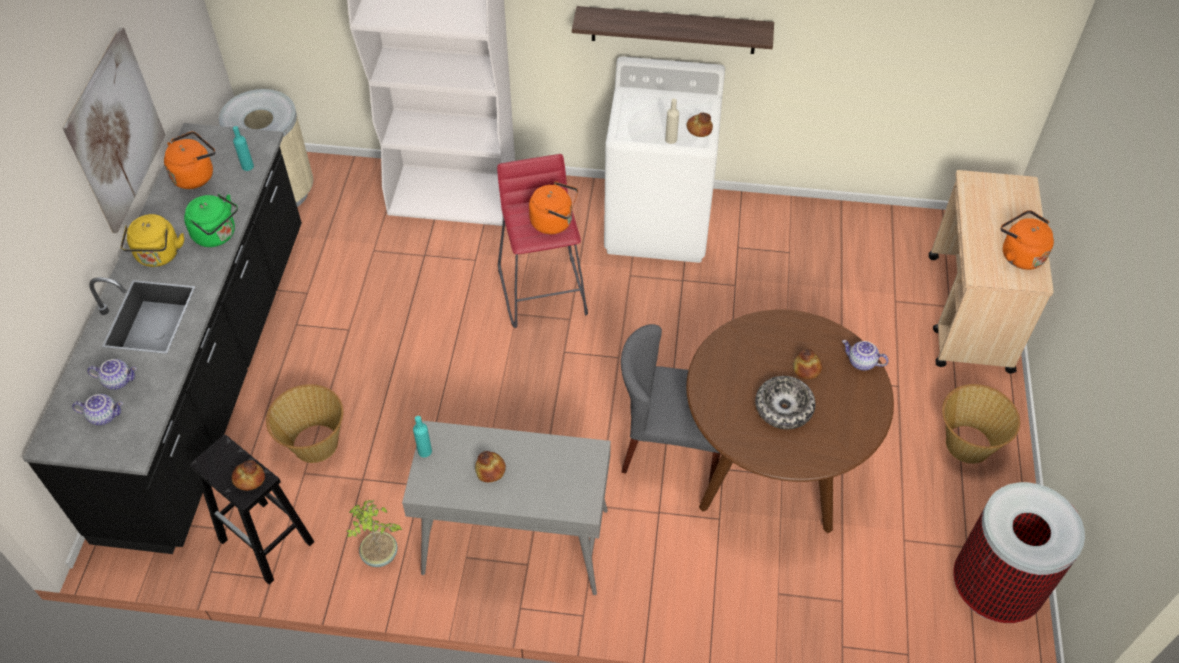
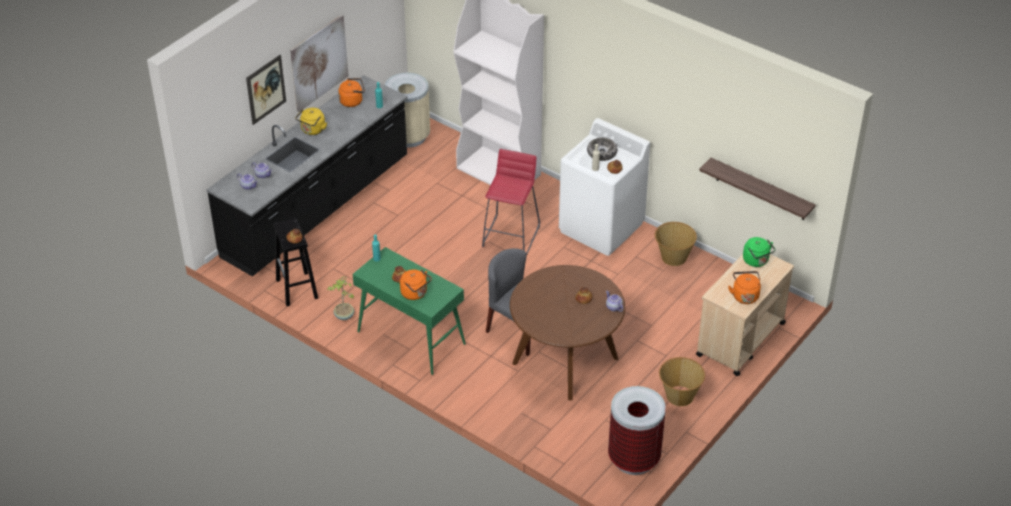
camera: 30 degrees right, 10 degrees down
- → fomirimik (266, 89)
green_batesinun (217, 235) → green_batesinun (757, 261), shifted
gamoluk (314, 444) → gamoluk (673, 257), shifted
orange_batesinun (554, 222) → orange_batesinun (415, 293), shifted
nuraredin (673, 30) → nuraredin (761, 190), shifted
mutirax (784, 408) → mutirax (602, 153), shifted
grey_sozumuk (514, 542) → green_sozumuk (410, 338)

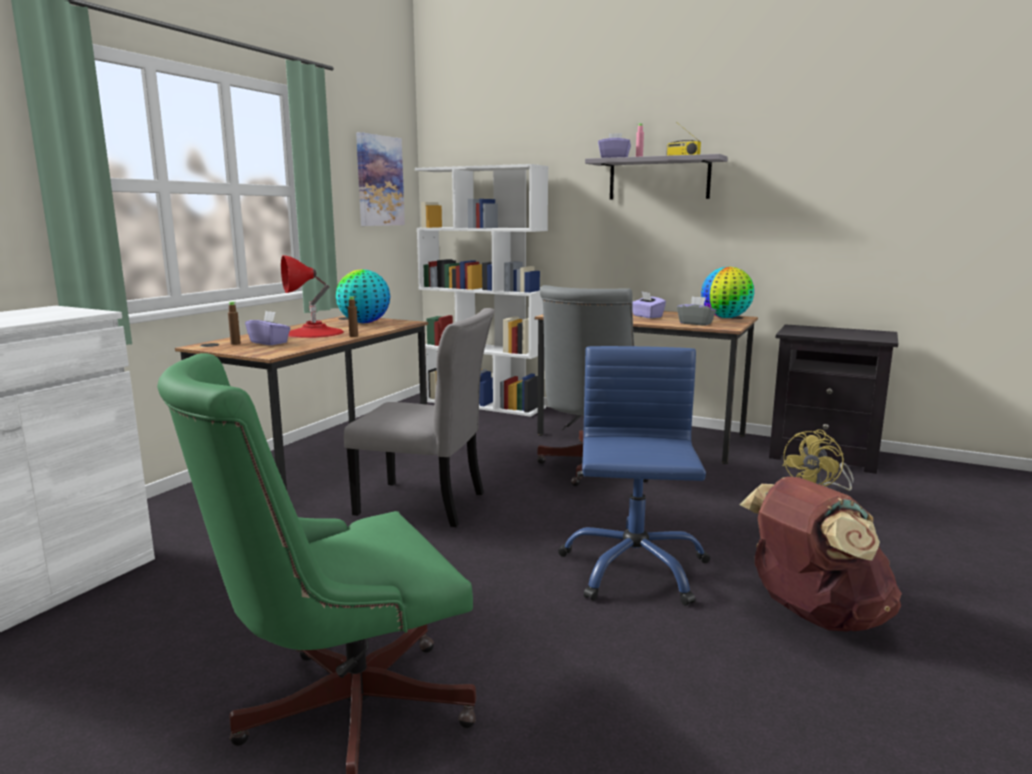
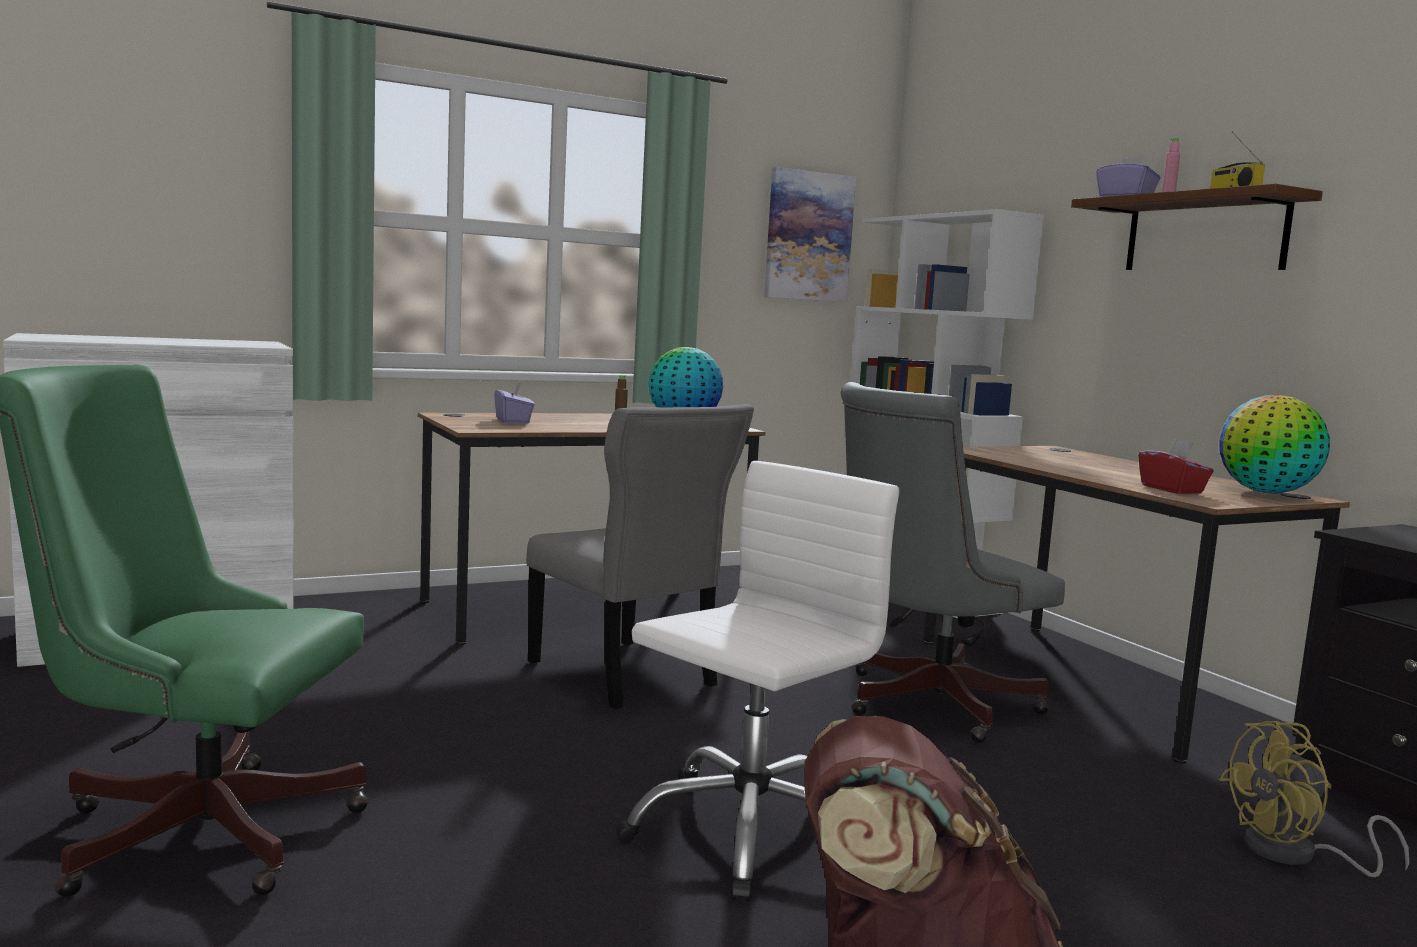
camera: 35 degrees right, 5 degrees down
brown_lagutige (235, 343) → -
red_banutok (314, 333) → -
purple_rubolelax (647, 316) → -
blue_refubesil (633, 568) → white_refubesil (747, 832)
grey_nuraredin (659, 179) → brown_nuraredin (1205, 234)
grey_rubolelax (695, 323) → red_rubolelax (1172, 489)

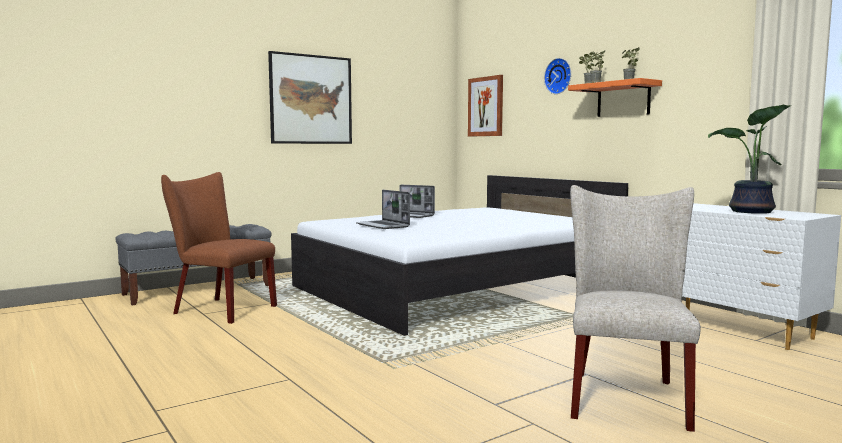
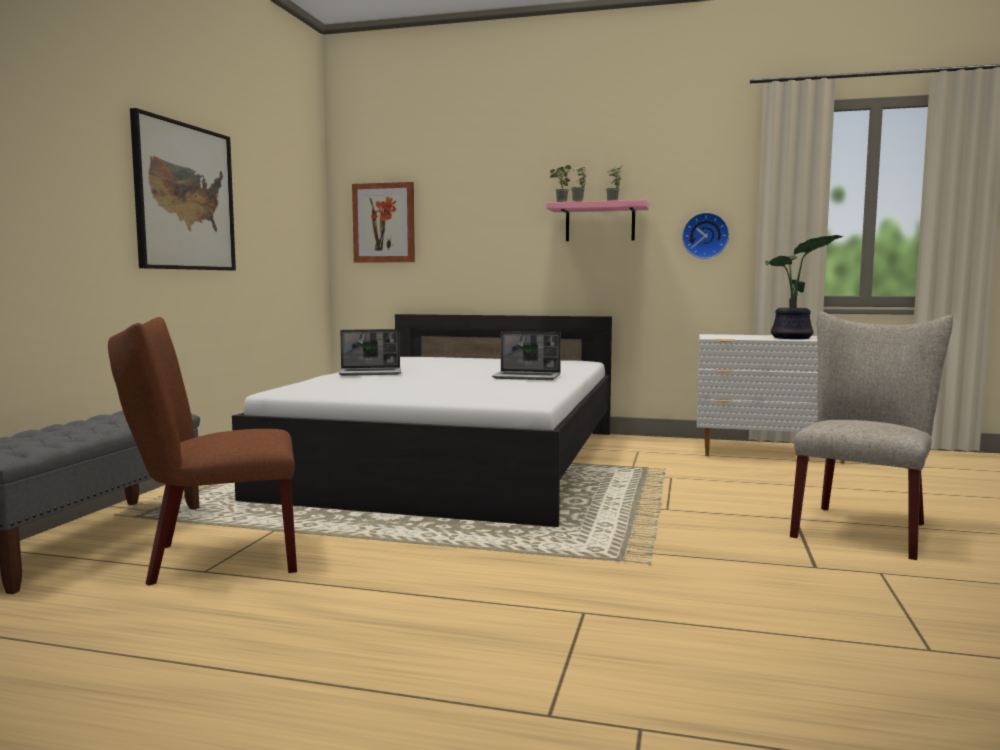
camera: 40 degrees left, 0 degrees up
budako (383, 226) → budako (527, 377), shifted
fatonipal (559, 76) → fatonipal (705, 235), shifted
orange_nuraredin (623, 99) → pink_nuraredin (600, 222)
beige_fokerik (625, 395) → beige_fokerik (862, 528), 60 degrees clockwise

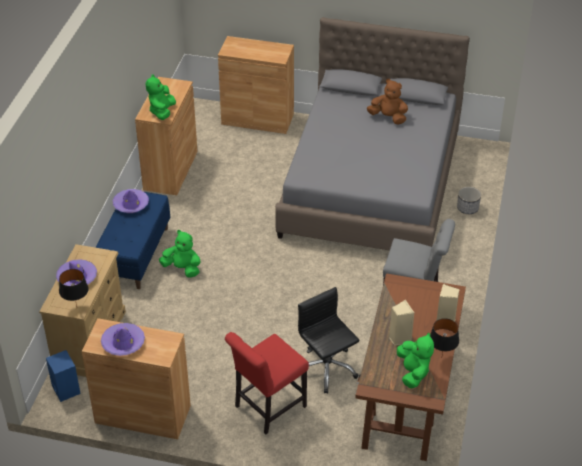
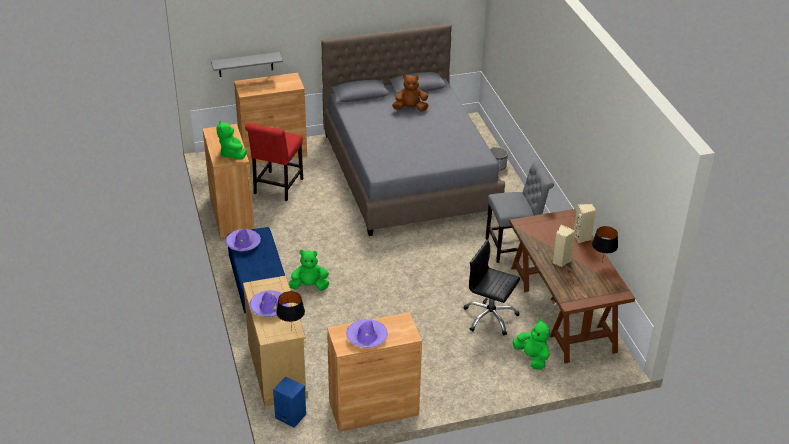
camera: 30 degrees left, 5 degrees down
- → grey_nuraredin (245, 64)
red_fokerik (267, 408) → red_fokerik (277, 188), shifted
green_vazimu (413, 372) → green_vazimu (532, 357), shifted

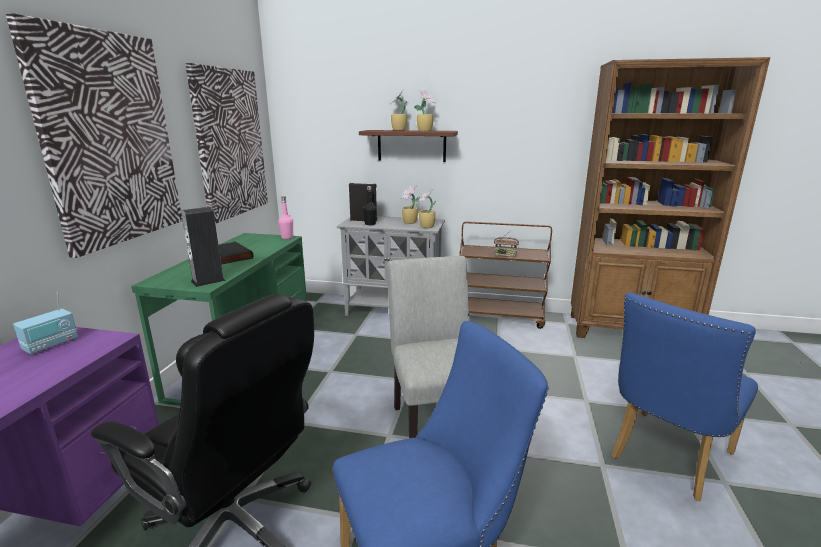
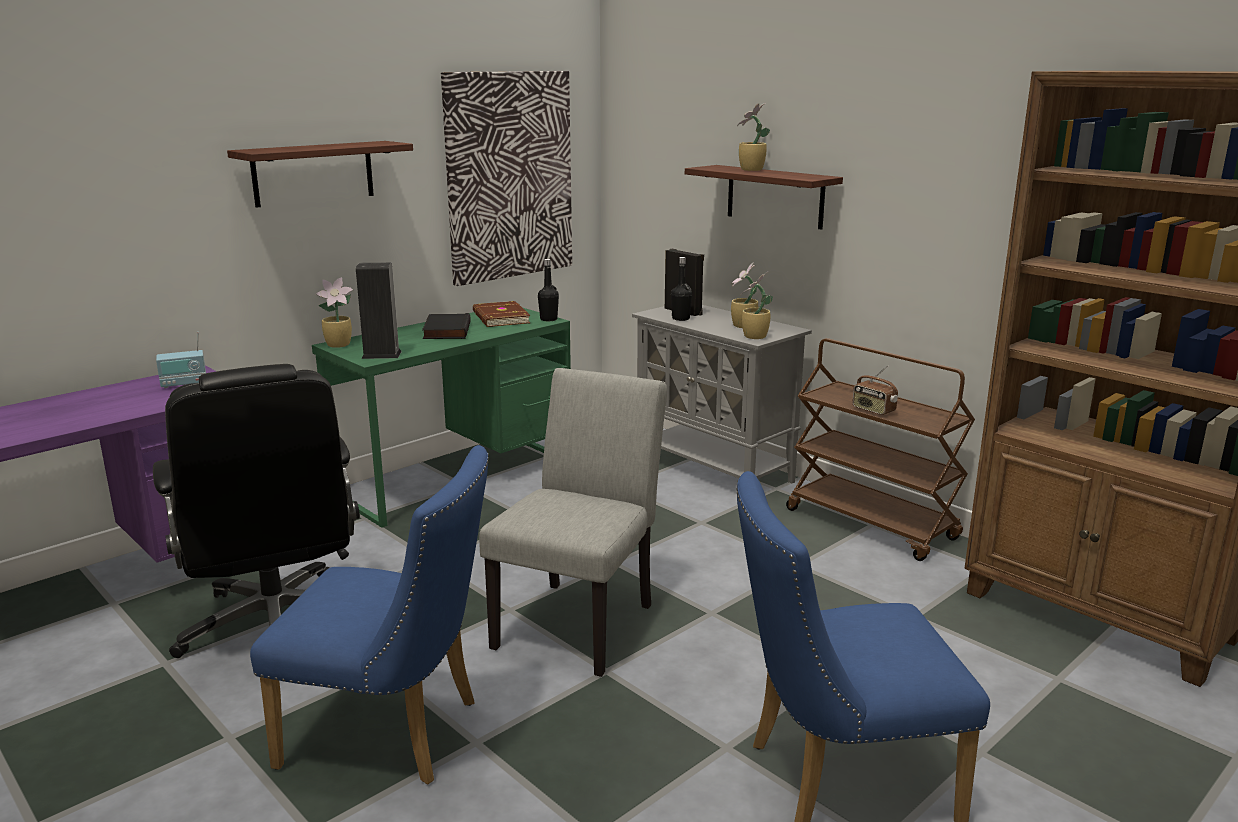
camera: 35 degrees right, 0 degrees up
- → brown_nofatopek (500, 318)
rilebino (425, 131) → rilebino (340, 345), shifted
fomirimik (110, 140) → nuraredin (313, 173)
pink_lagutige (287, 237) → black_lagutige (548, 319)

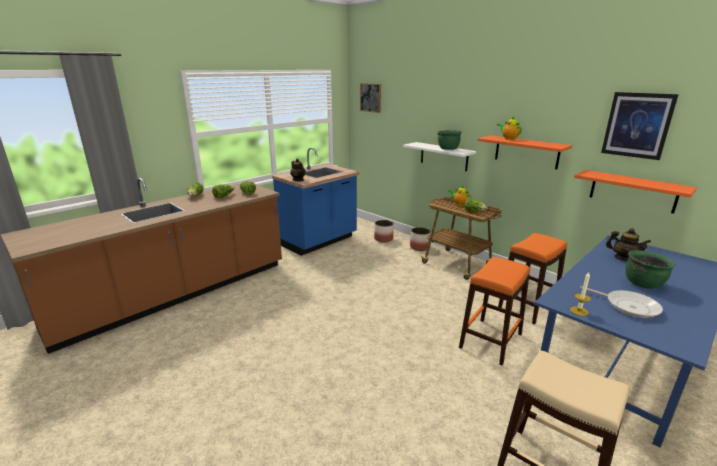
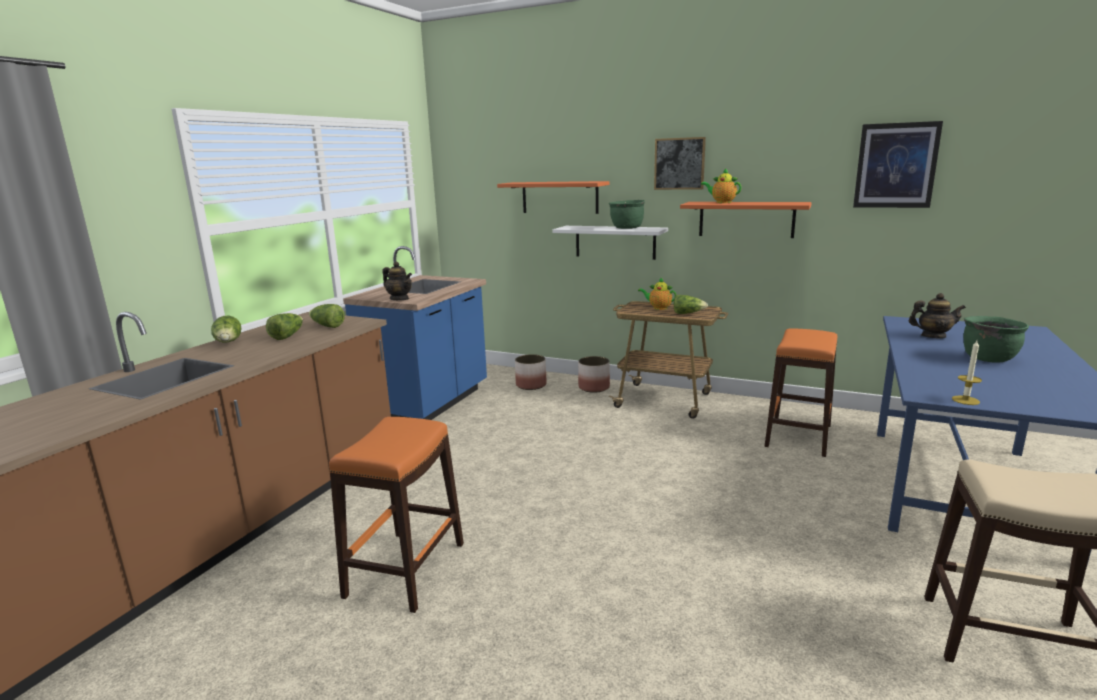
camera: 20 degrees left, 5 degrees down
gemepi (628, 306) → -
fomirimik (370, 97) → fomirimik (679, 163), shifted
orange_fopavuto (490, 340) → orange_fopavuto (405, 569), shifted
orange_nuraredin (632, 191) → orange_nuraredin (559, 197), shifted

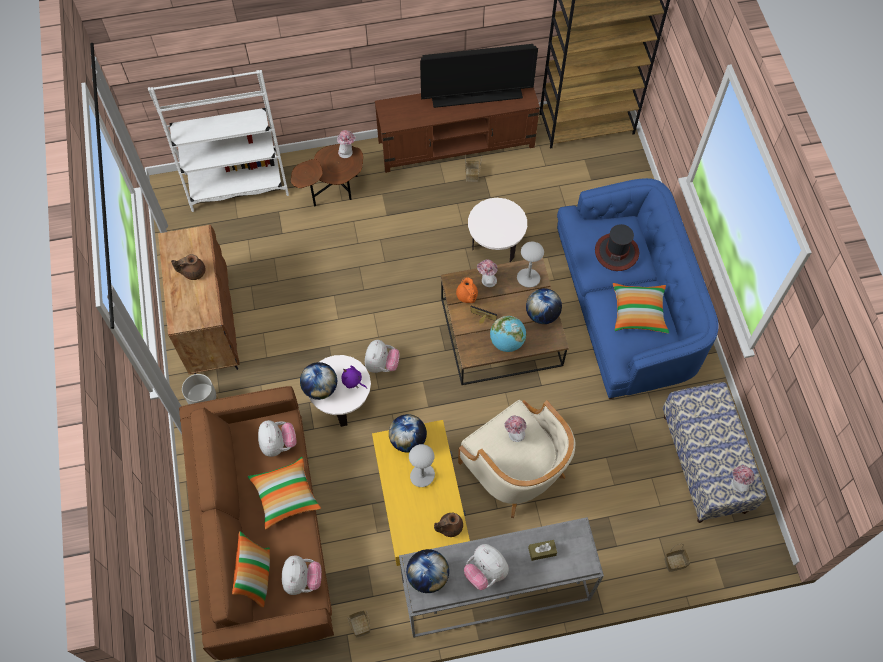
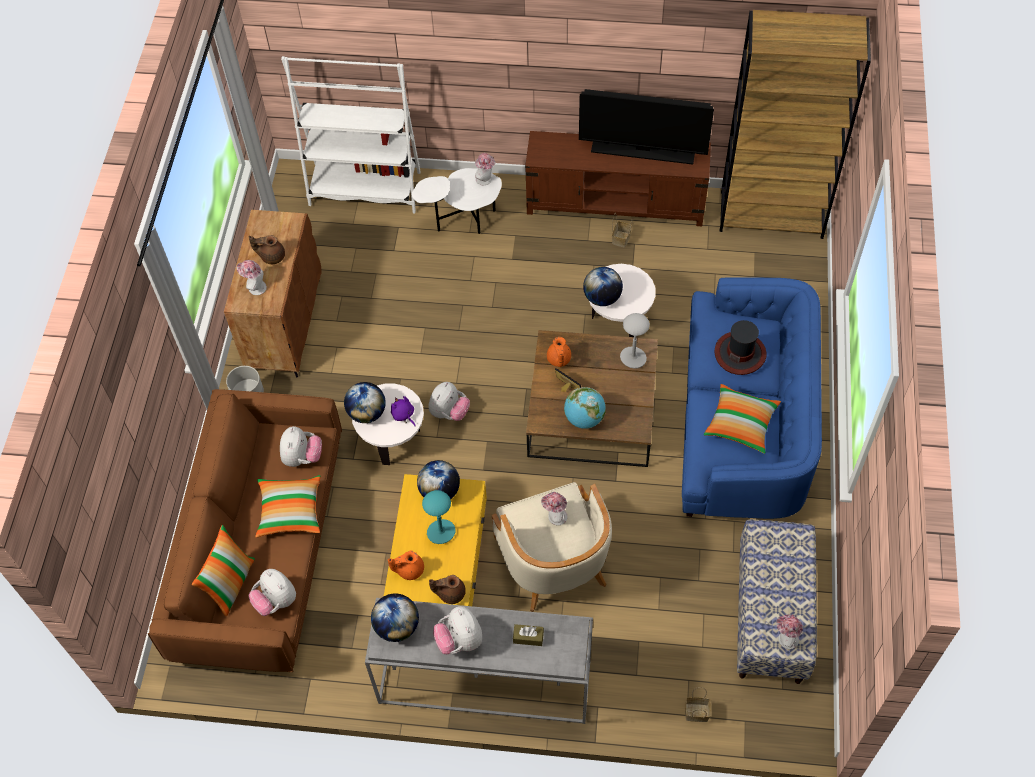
camera: 20 degrees right, 5 degrees down
gamoluk (361, 626) → -
- → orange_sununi (409, 569)
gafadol (487, 280) → gafadol (255, 287), shifted
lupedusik (542, 314) → lupedusik (602, 298), shifted
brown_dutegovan (333, 192) → white_dutegovan (463, 222)
grey_banutok (422, 476) → turquoise_banutok (441, 532)
vazimu (302, 580) → vazimu (276, 601), 120 degrees clockwise

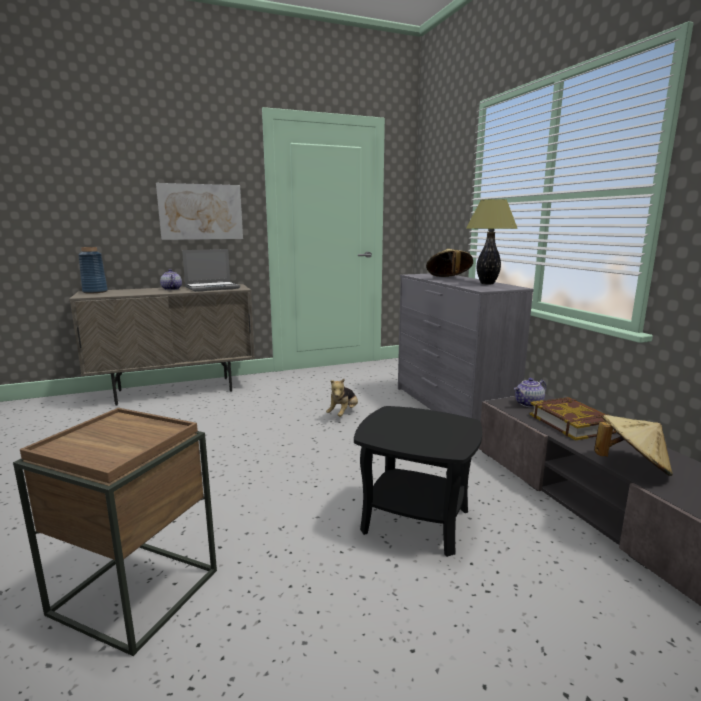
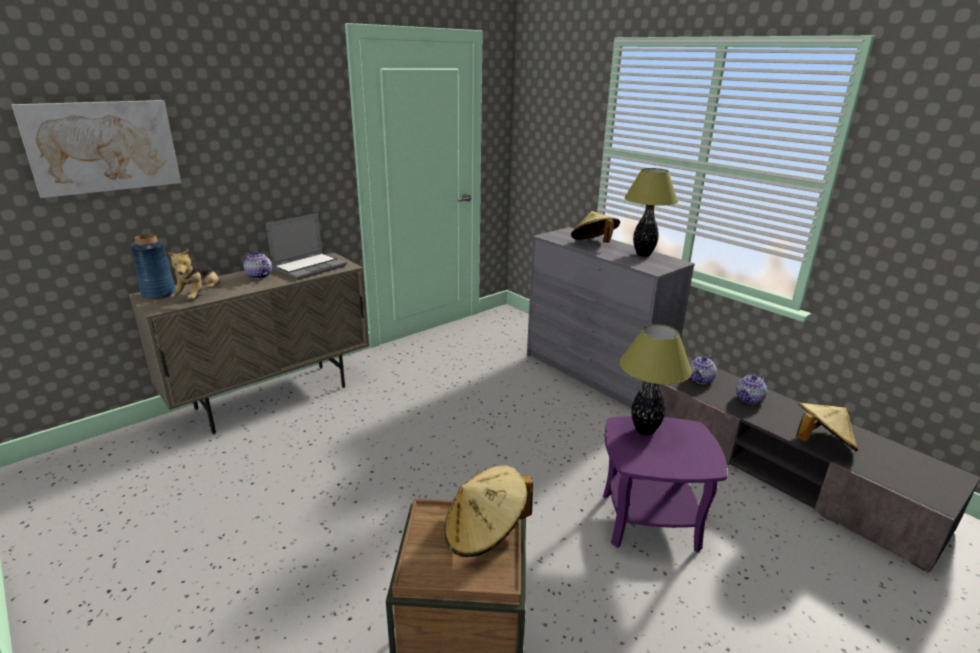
camera: 20 degrees left, 10 degrees up
- → beige_gafadol (484, 533)
- → banutok (644, 430)
fomirimik (201, 212) → fomirimik (103, 146), shifted
vazimu (343, 414) → vazimu (200, 296), shifted
nofatopek (572, 423) → sununi (749, 399)
black_dutegovan (415, 520) → purple_dutegovan (649, 521)

